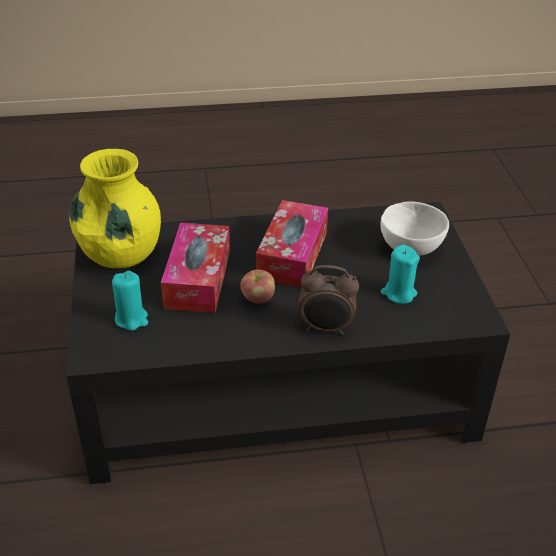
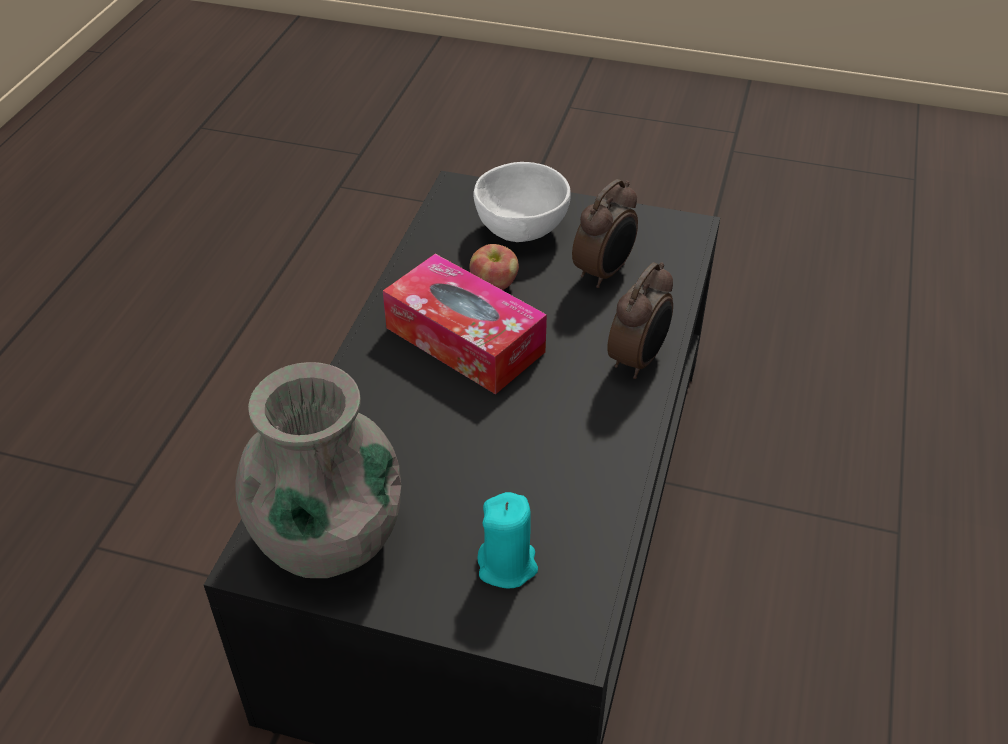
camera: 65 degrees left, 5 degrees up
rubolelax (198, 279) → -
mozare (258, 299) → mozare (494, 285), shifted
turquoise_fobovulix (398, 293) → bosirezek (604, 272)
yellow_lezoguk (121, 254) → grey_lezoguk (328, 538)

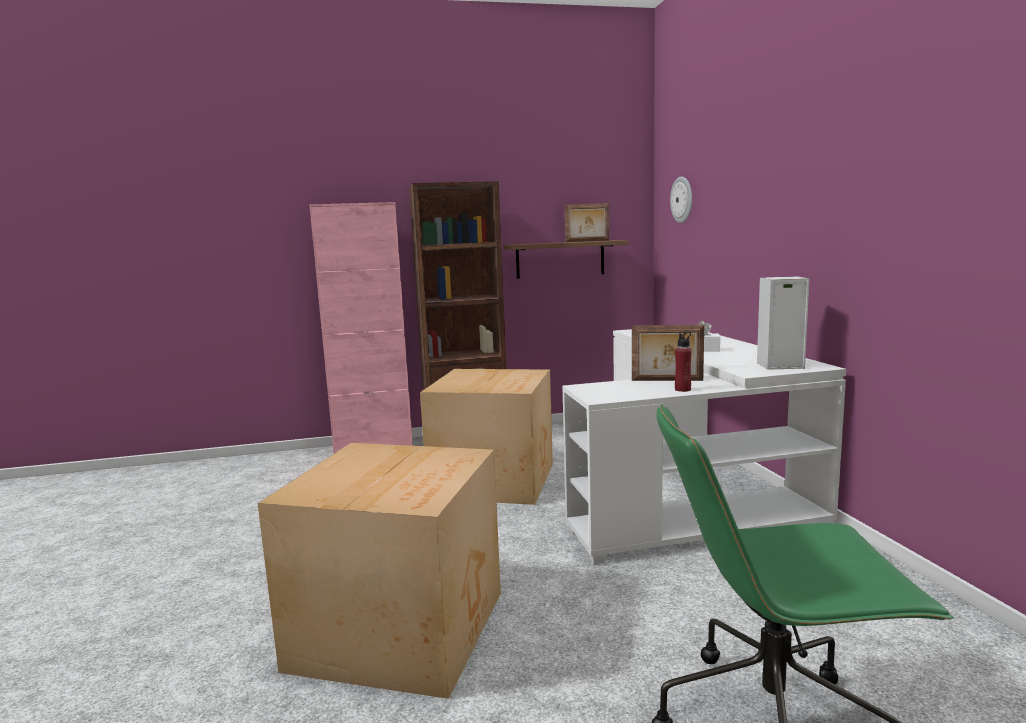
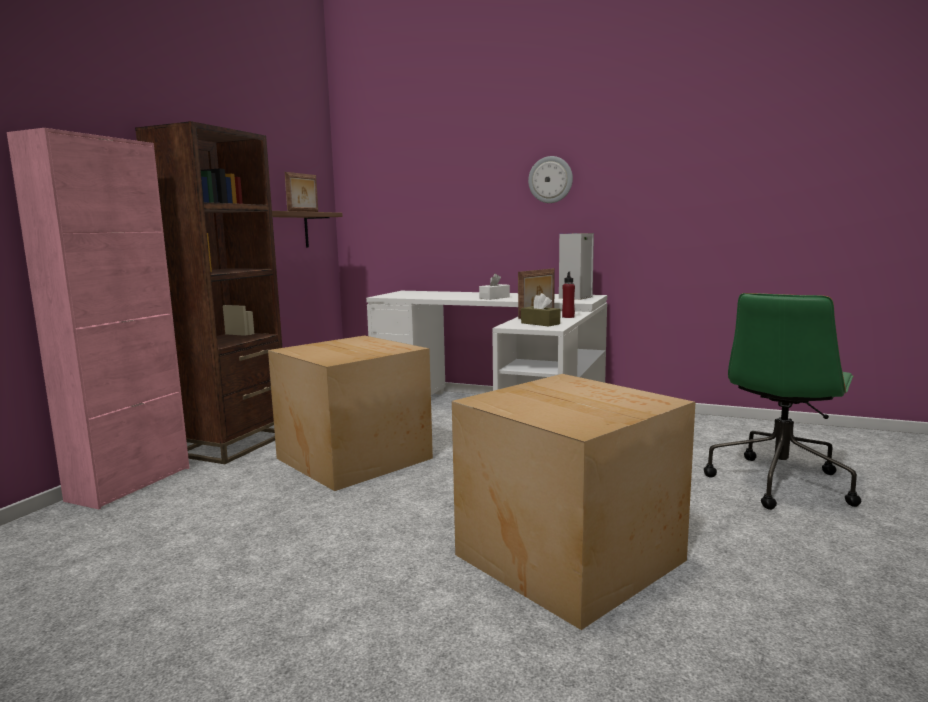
camera: 55 degrees left, 0 degrees up
- → brown_rubolelax (540, 323)
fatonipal (682, 199) → fatonipal (550, 179), shifted

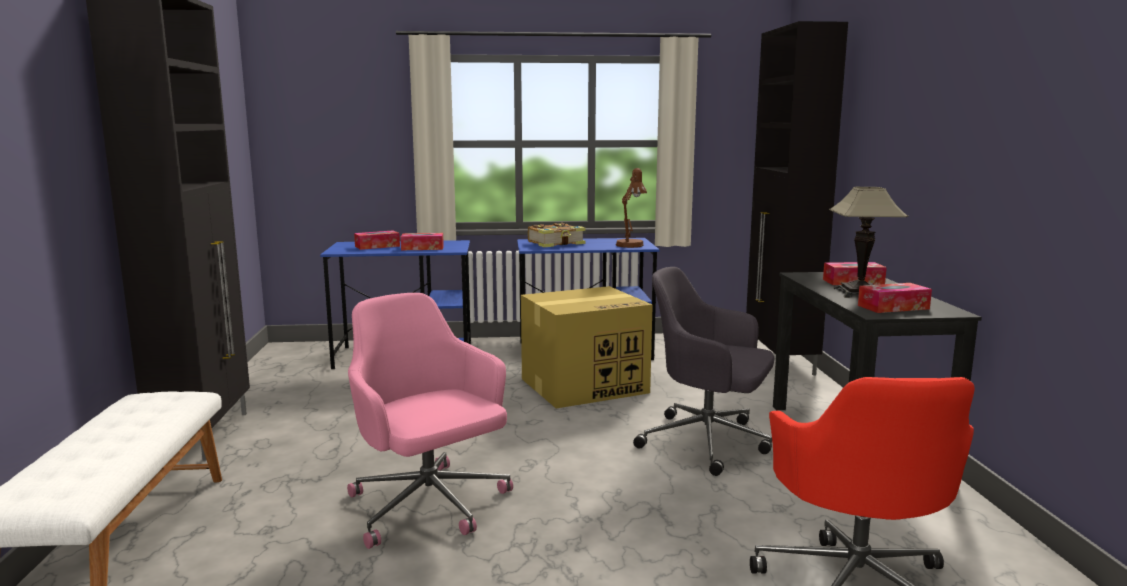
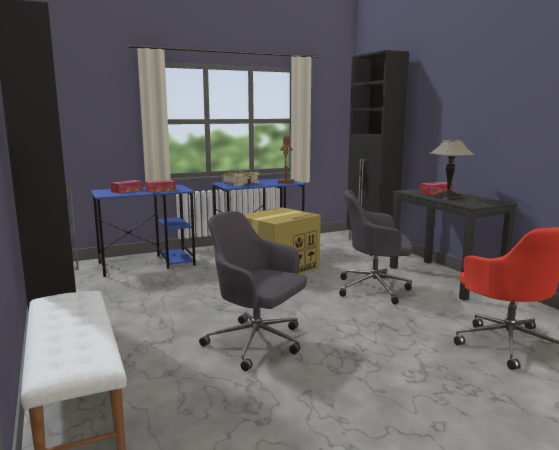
camera: 20 degrees left, 0 degrees up
rubolelax (893, 307) → -
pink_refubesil (429, 506) → grey_refubesil (257, 343)

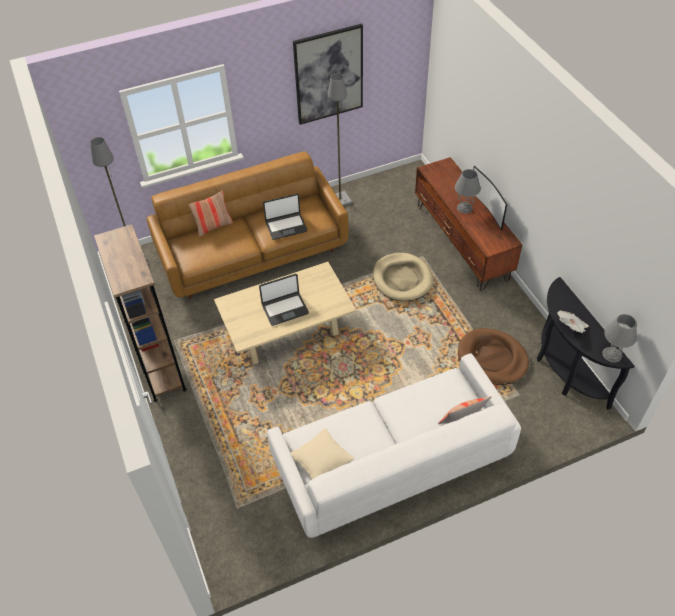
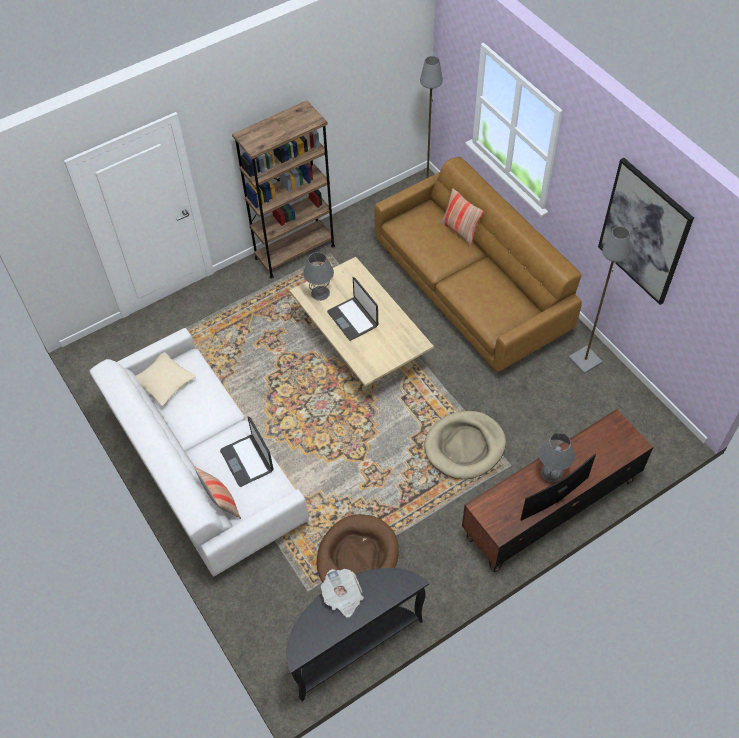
camera: 80 degrees right, 5 degrees up
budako (286, 226) → budako (247, 460), shifted
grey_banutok (611, 354) → grey_banutok (320, 293), shifted

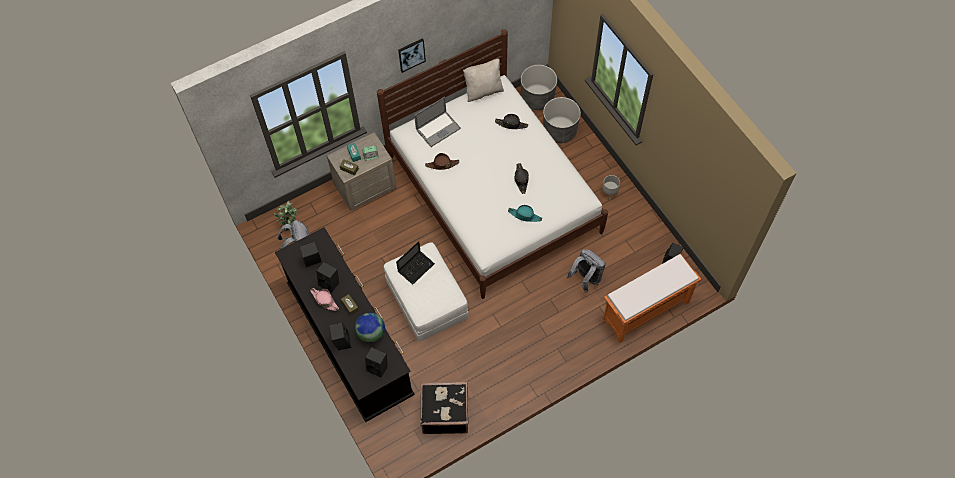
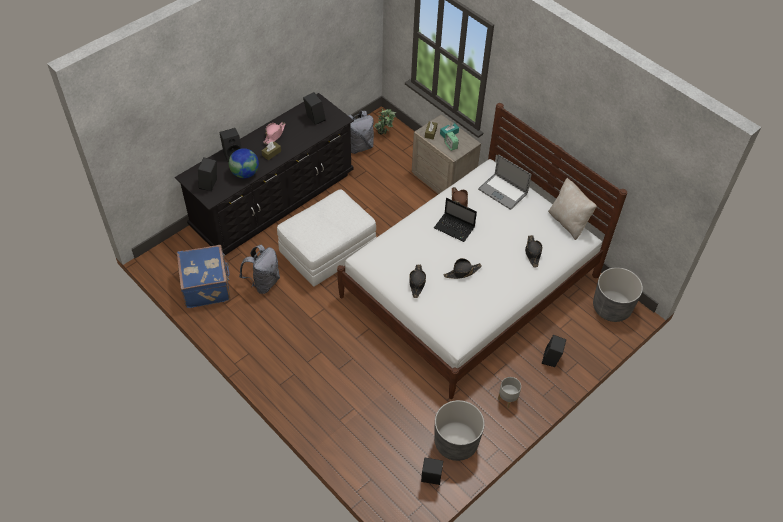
camera: 75 degrees right, 10 degrees down
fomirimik (411, 54) → -
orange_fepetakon (645, 311) → -
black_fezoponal (330, 283) → black_fezoponal (551, 360), shifted
budako (416, 267) → budako (455, 228), shifted
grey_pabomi (559, 131) → grey_pabomi (456, 442), shifted
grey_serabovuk (586, 279) → grey_serabovuk (263, 282), shifted
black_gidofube (444, 412) → blue_gidofube (207, 286)
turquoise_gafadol (525, 215) → black_gafadol (417, 283)

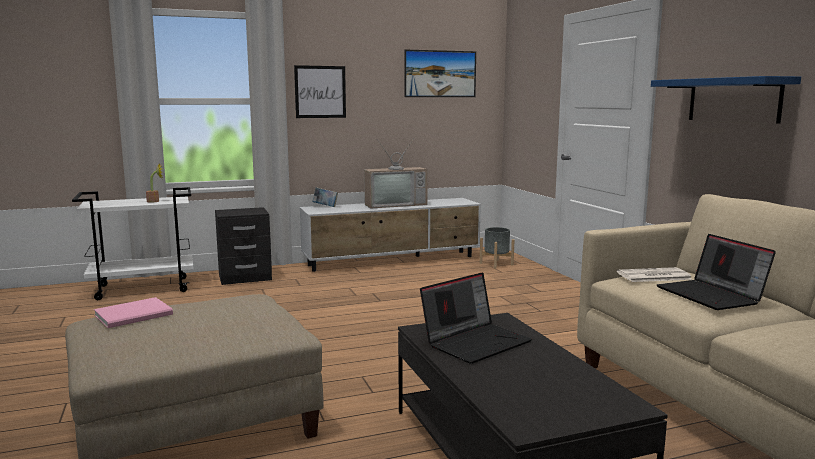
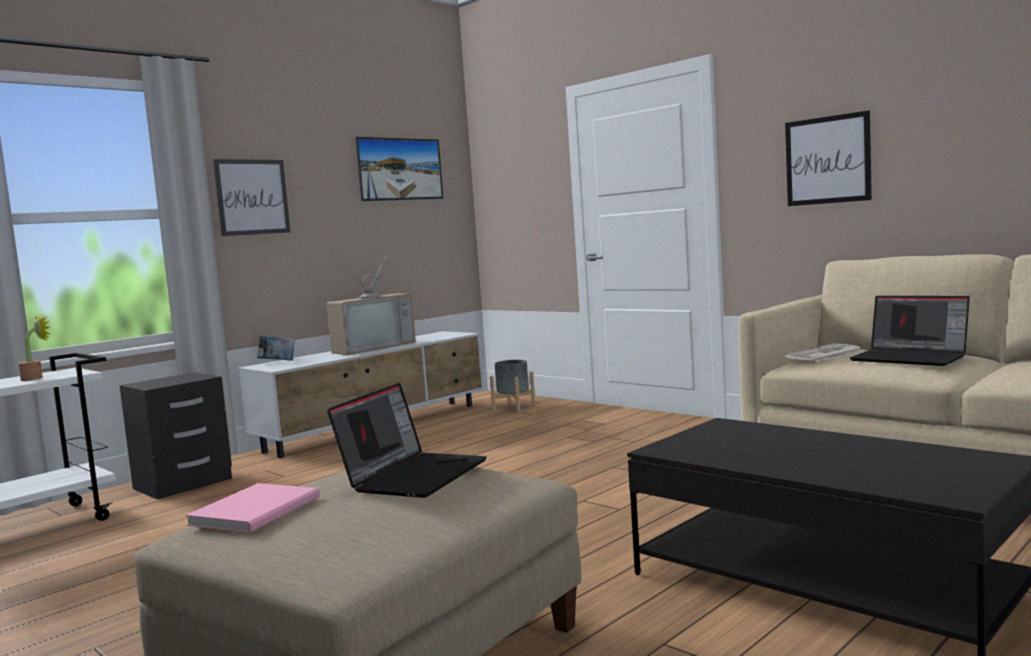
camera: 25 degrees left, 5 degrees down
budako (476, 342) → budako (414, 475), shifted
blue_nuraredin (733, 100) → fomirimik (827, 160)

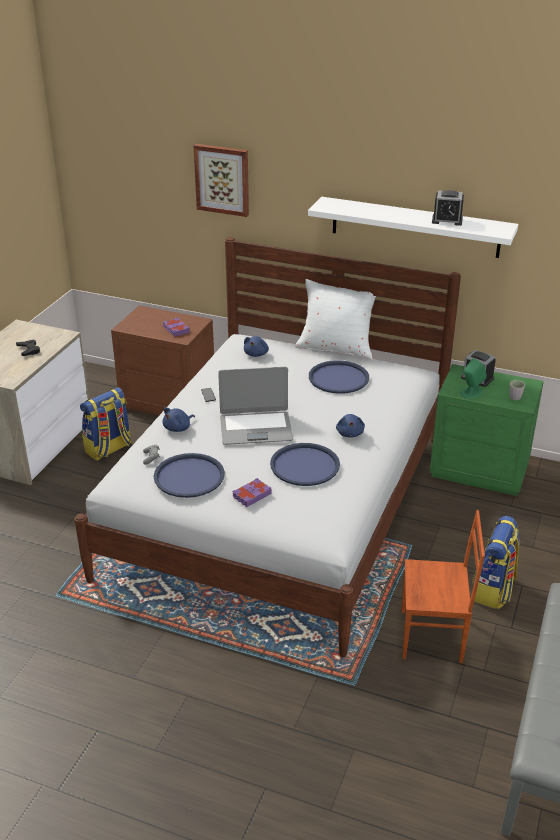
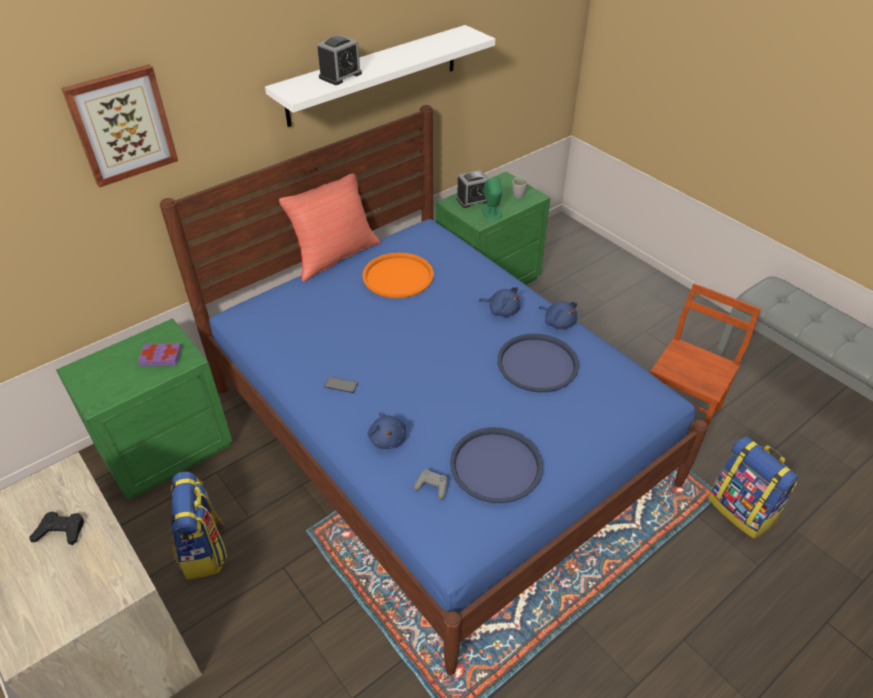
camera: 60 degrees left, 10 degrees up
budako (255, 428) → -
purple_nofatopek (251, 495) → -
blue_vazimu (256, 354) → blue_vazimu (558, 322), shifted
bosirezek (447, 220) → bosirezek (340, 75), shifted
serabovuk (493, 590) → serabovuk (742, 510), shifted
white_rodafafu (280, 505) → blue_rodafafu (437, 434)
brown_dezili (169, 401) → green_dezili (166, 449)
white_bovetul (336, 348) → red_bovetul (334, 256)
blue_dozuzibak (338, 378) → orange_dozuzibak (398, 276)

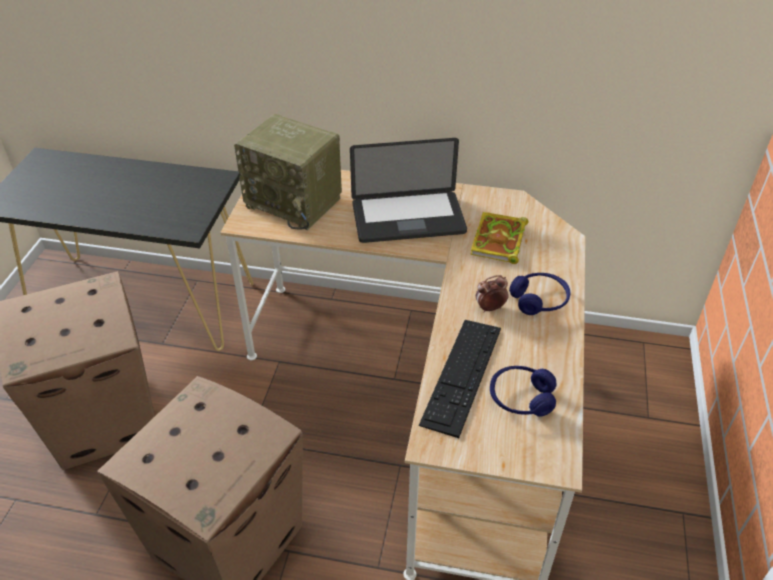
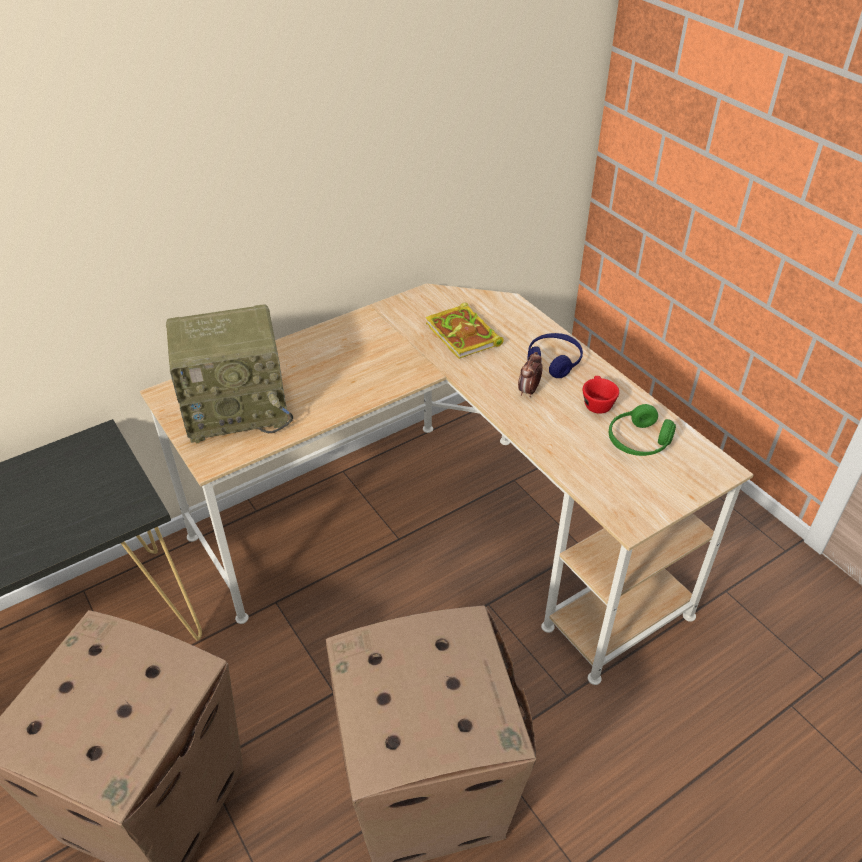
camera: 45 degrees left, 0 degrees up
budako (408, 218) → -
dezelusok (462, 375) → -
- → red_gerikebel (596, 403)
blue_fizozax (521, 398) → green_fizozax (638, 441)

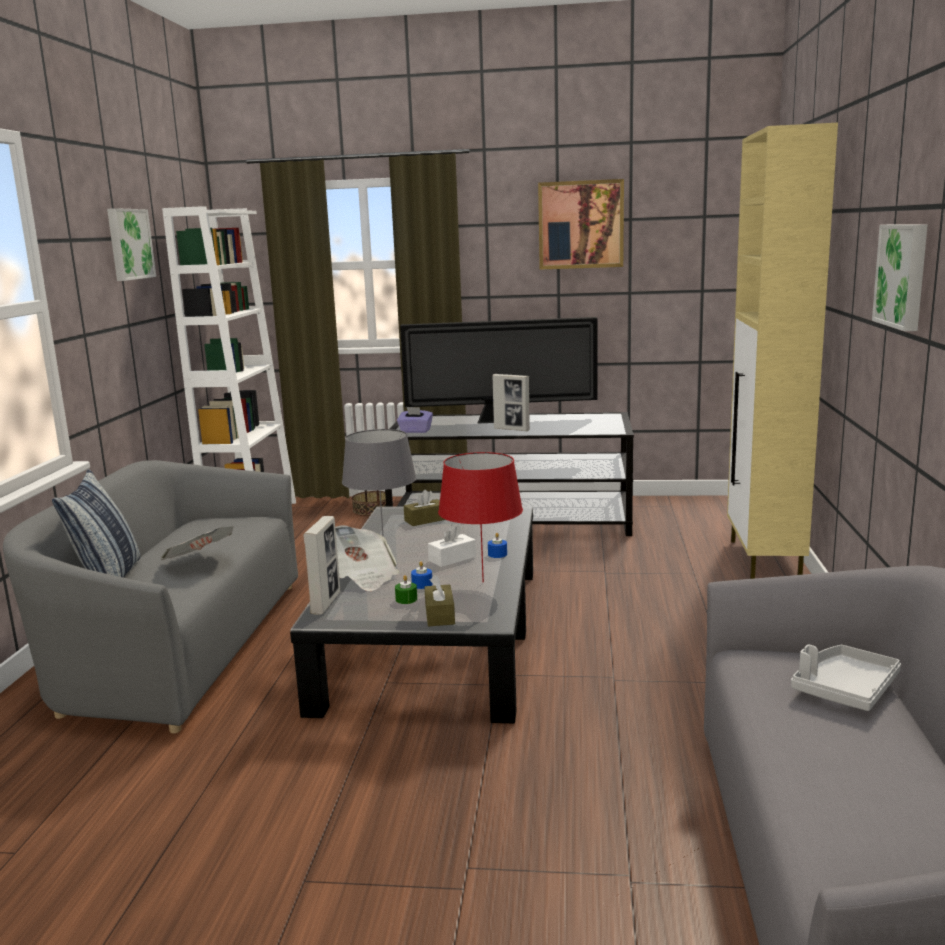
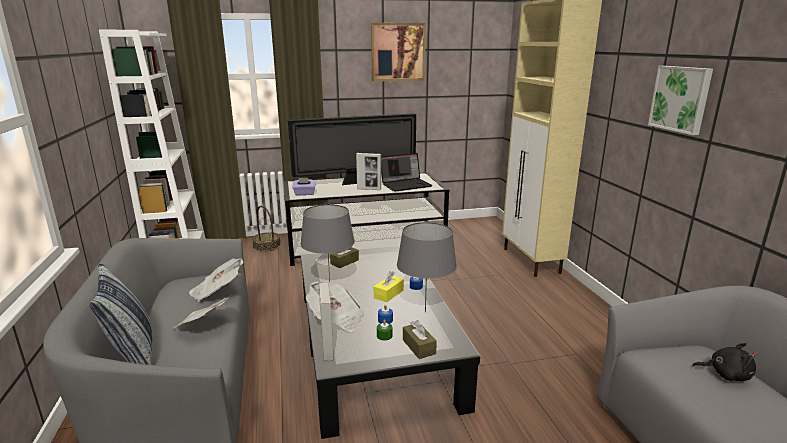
camera: 20 degrees left, 5 degrees up
fomirimik (128, 244) → -
- → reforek (217, 292)
- → budako (406, 185)
grey_dozuzibak (844, 689) → black_vazimu (726, 374)
white_rubolelax (452, 559) → yellow_rubolelax (388, 294)
red_banutok (483, 582) → grey_banutok (425, 312)

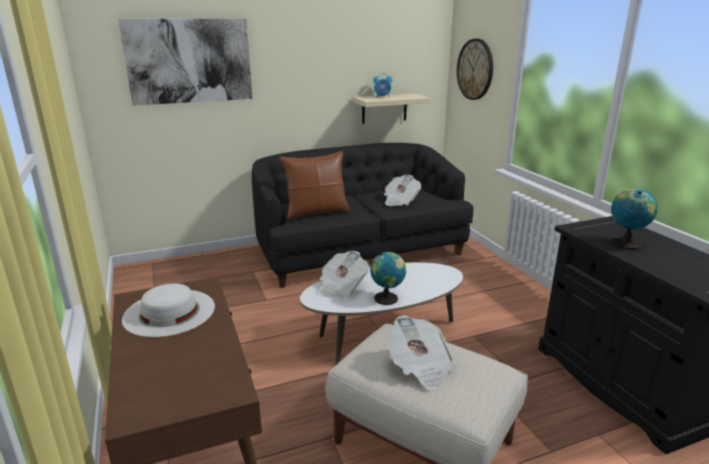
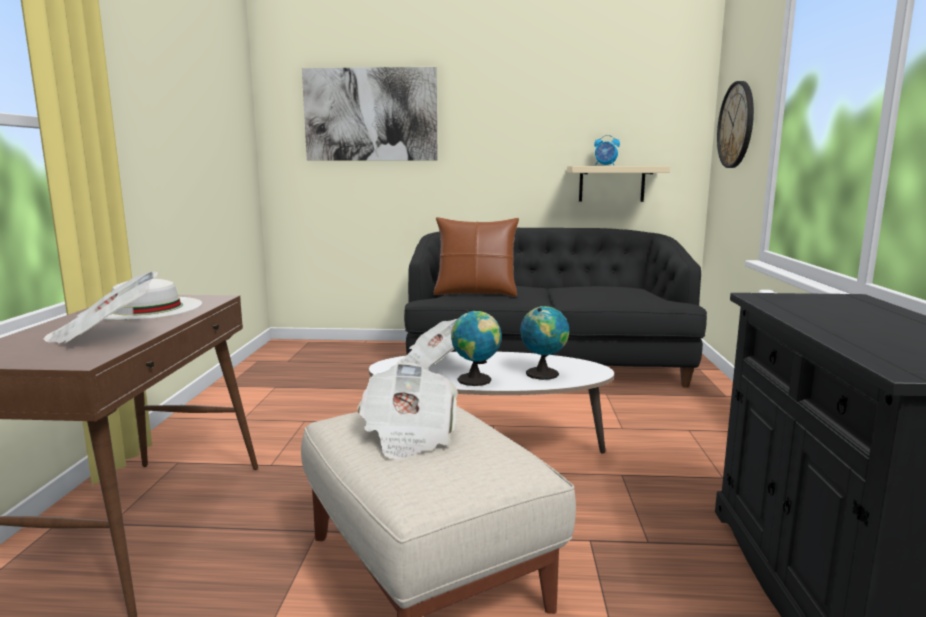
camera: 25 degrees right, 10 degrees down
reforek (400, 201) → reforek (104, 335), shifted
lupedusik (625, 243) → lupedusik (543, 373), shifted

